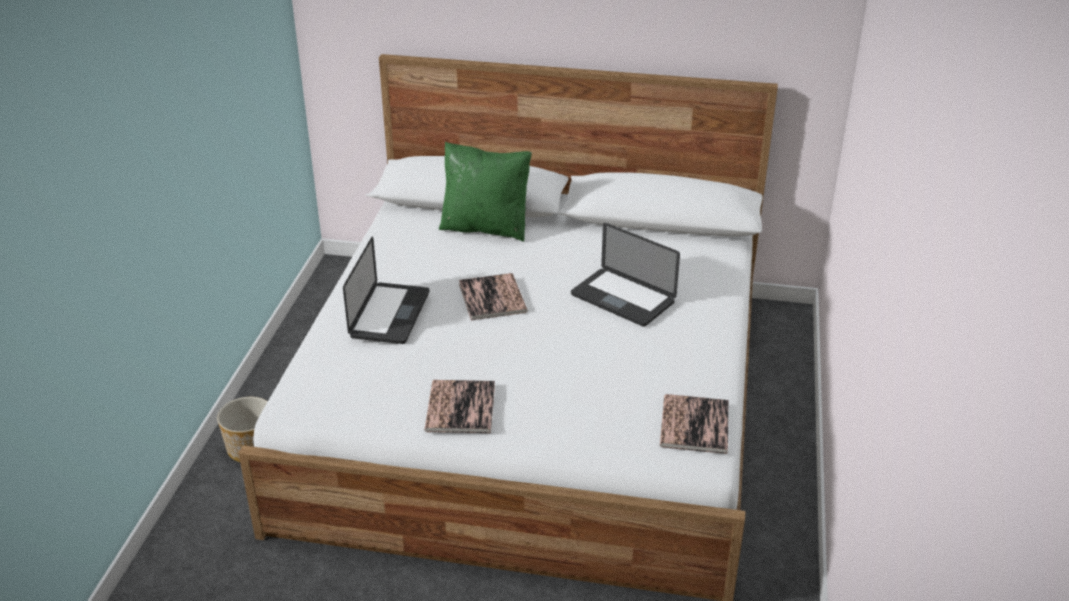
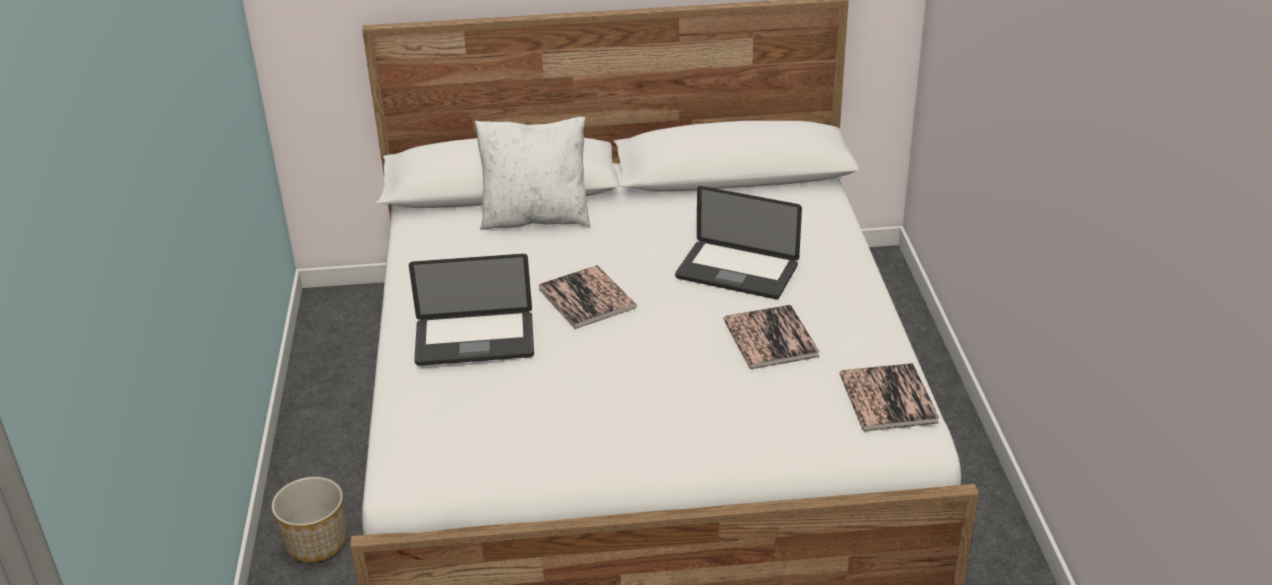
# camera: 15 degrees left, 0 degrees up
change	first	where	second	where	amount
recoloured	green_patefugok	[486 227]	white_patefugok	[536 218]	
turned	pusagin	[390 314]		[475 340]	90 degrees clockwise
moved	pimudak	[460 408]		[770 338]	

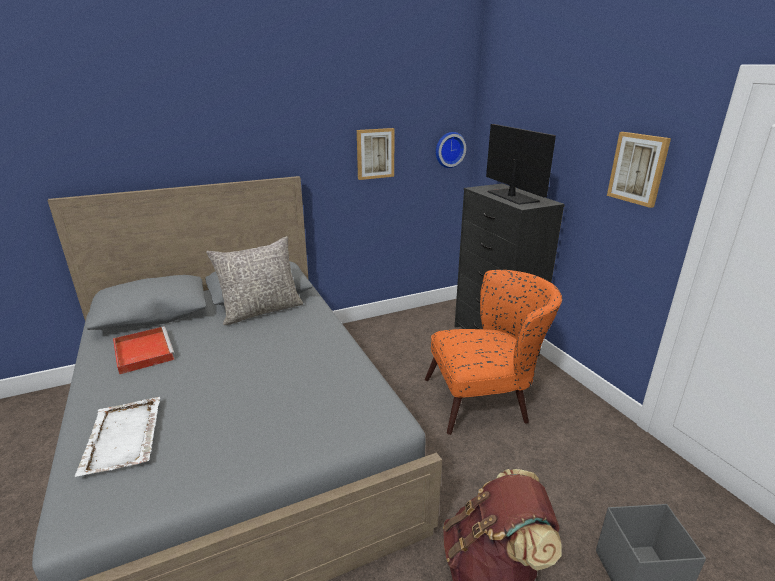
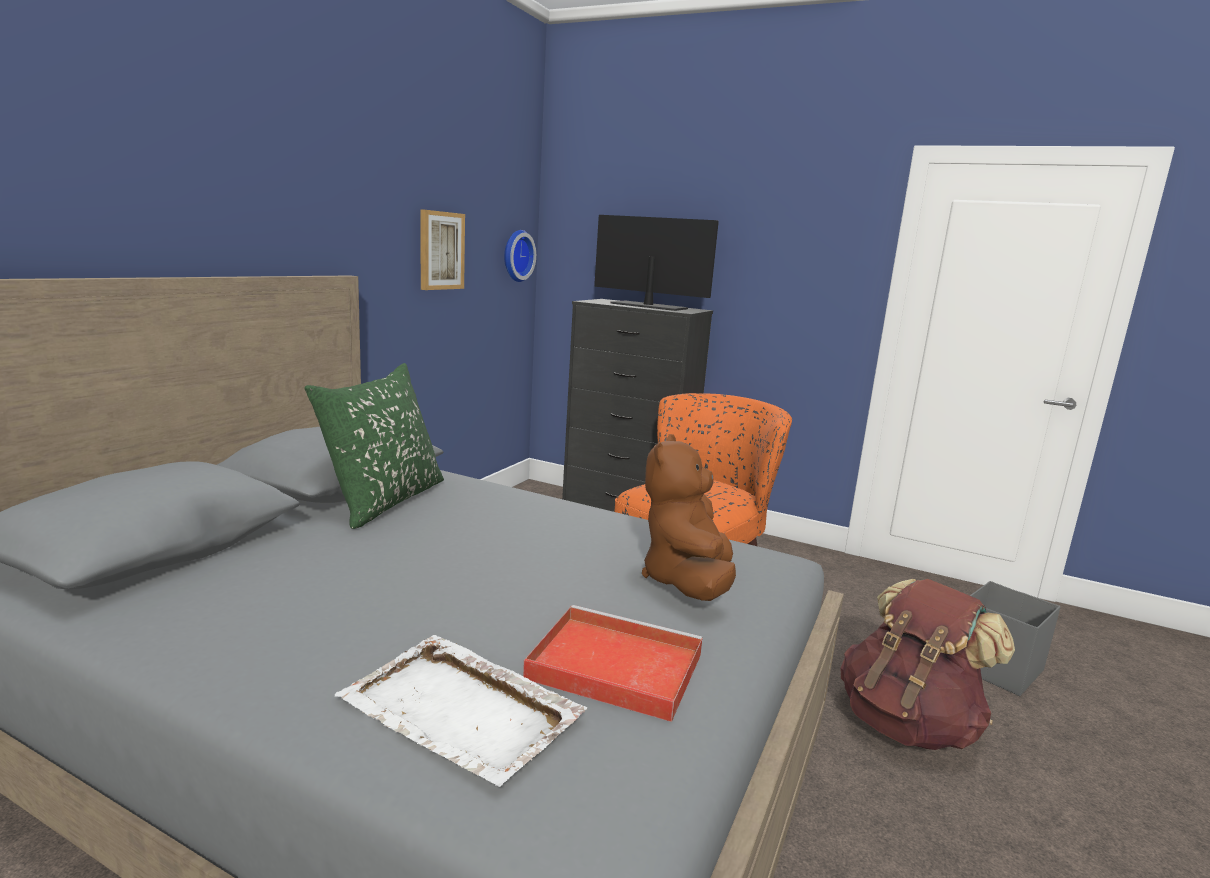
# camera: 40 degrees left, 10 degrees down
change	first	where	second	where	amount
removed	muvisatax	[638 168]			
recoloured	grey_patefugok	[261 311]	green_patefugok	[384 501]	
moved	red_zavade	[143 351]		[612 666]	
added			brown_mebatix	[687 582]	

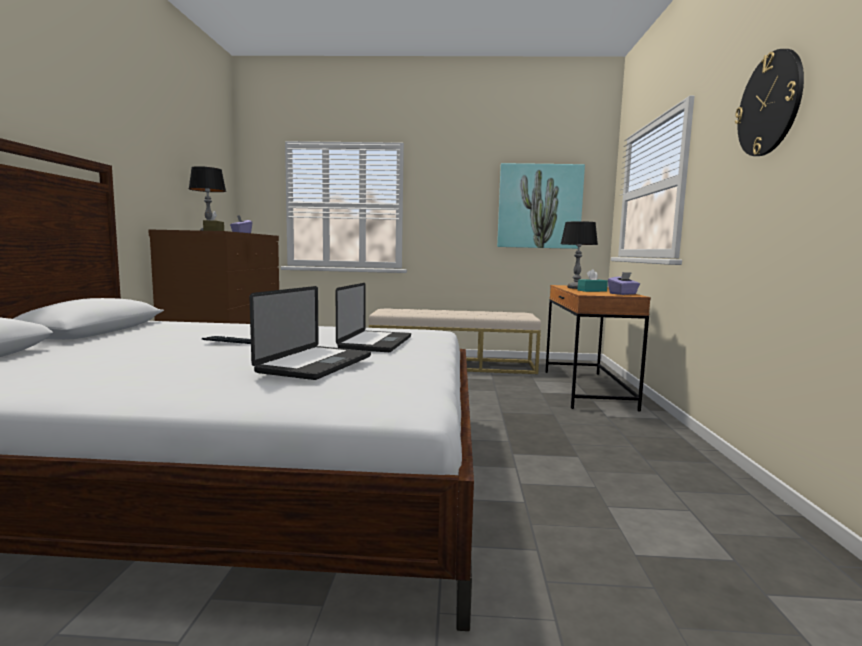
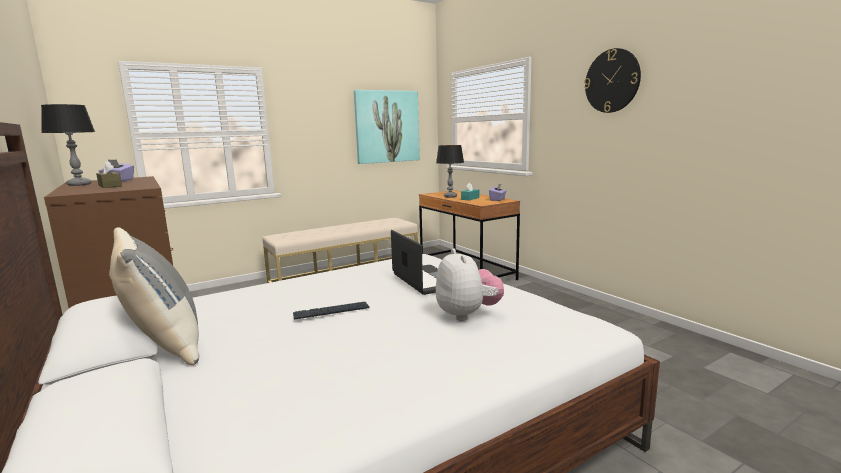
# camera: 35 degrees left, 5 degrees up
change	first	where	second	where	amount
replaced	pusagin	[316 364]	mebatix	[467 314]	
added			grey_patefugok	[163 345]	

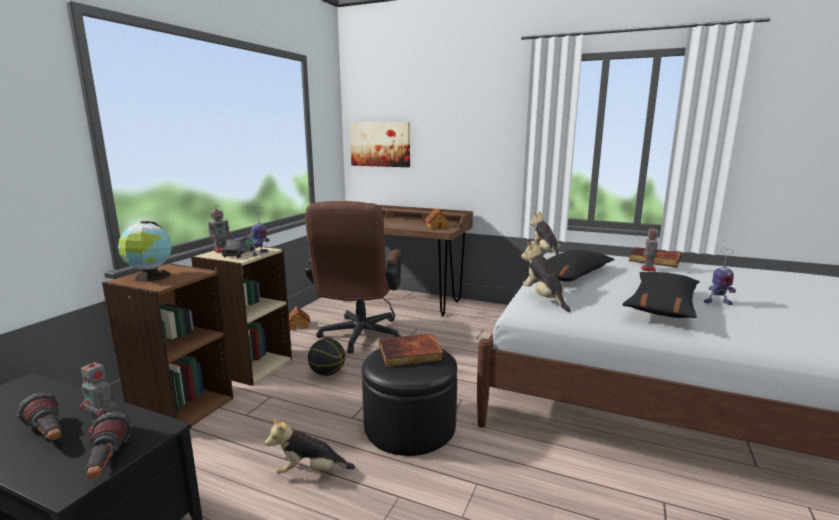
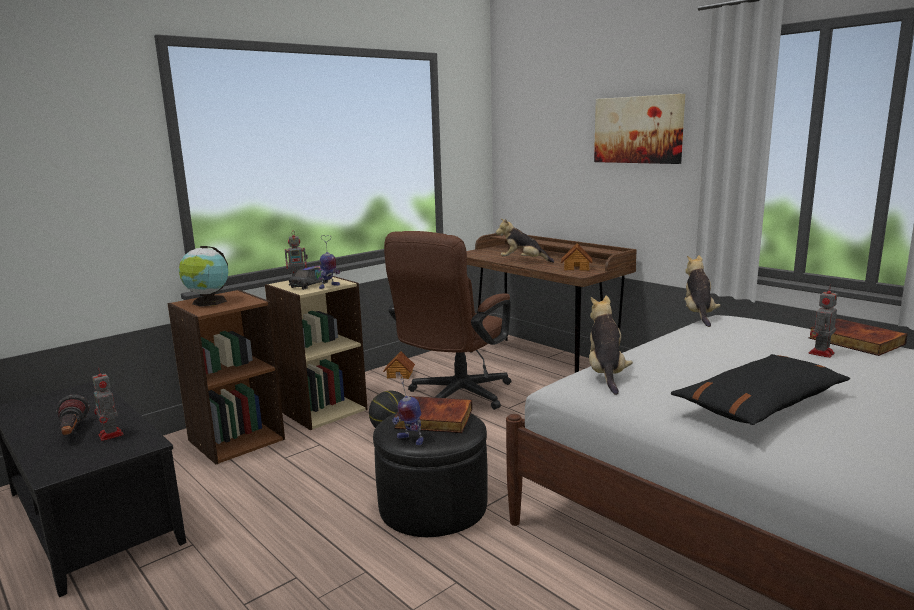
# camera: 25 degrees right, 0 degrees up
change	first	where	second	where	amount
moved	muvisatax	[380 144]		[638 130]	
moved	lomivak	[717 303]		[410 439]	
removed	black_patefugok	[571 275]			
removed	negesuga	[107 464]			
moved	mebatix	[310 472]		[523 261]	

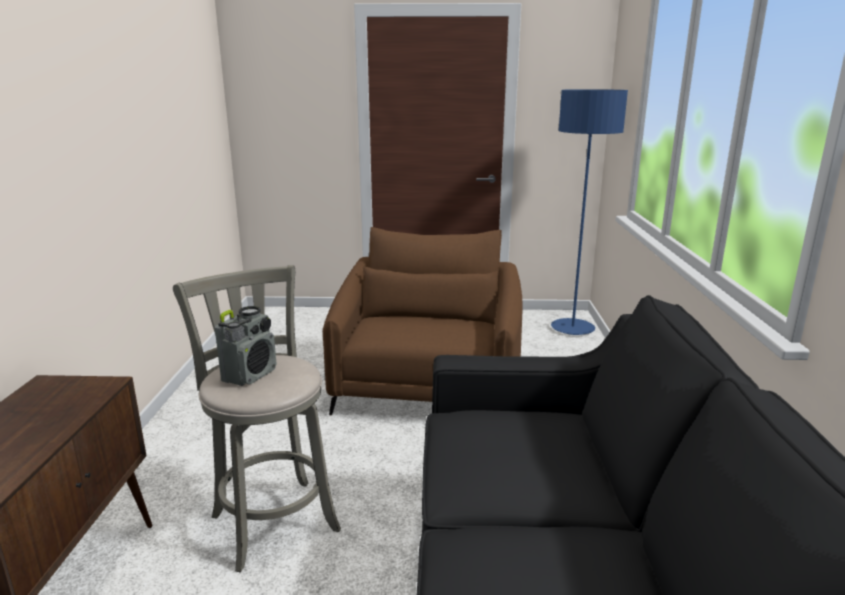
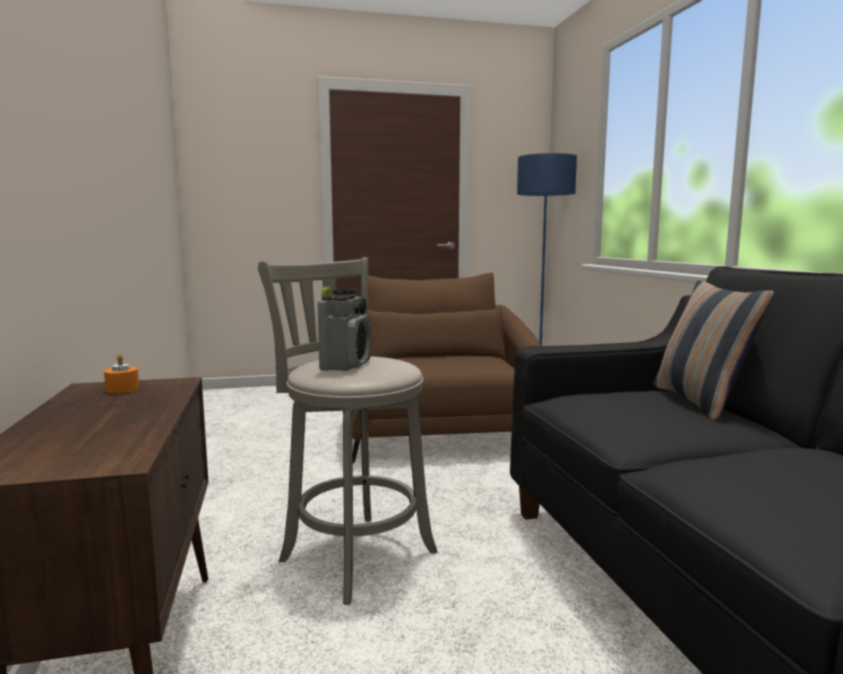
# camera: 15 degrees left, 10 degrees down
change	first	where	second	where	amount
added			patefugok	[700 402]	
added			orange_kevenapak	[122 389]	

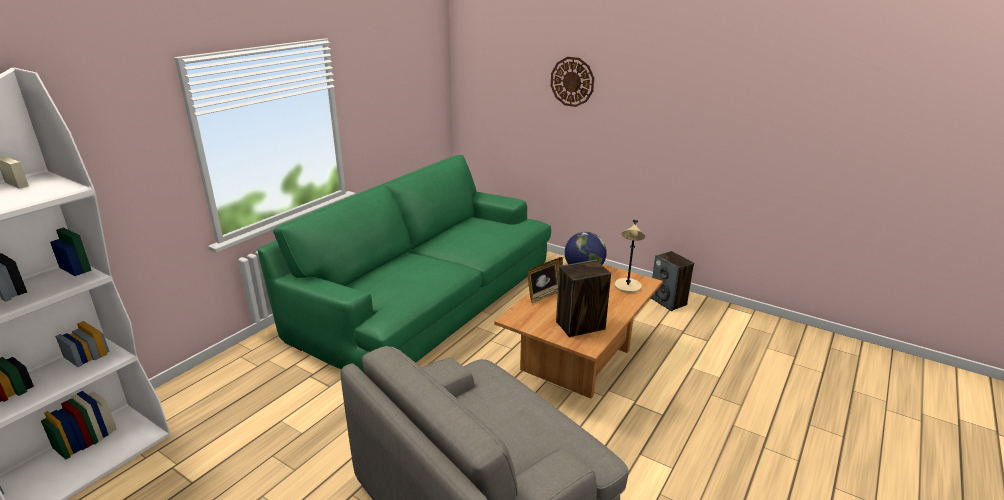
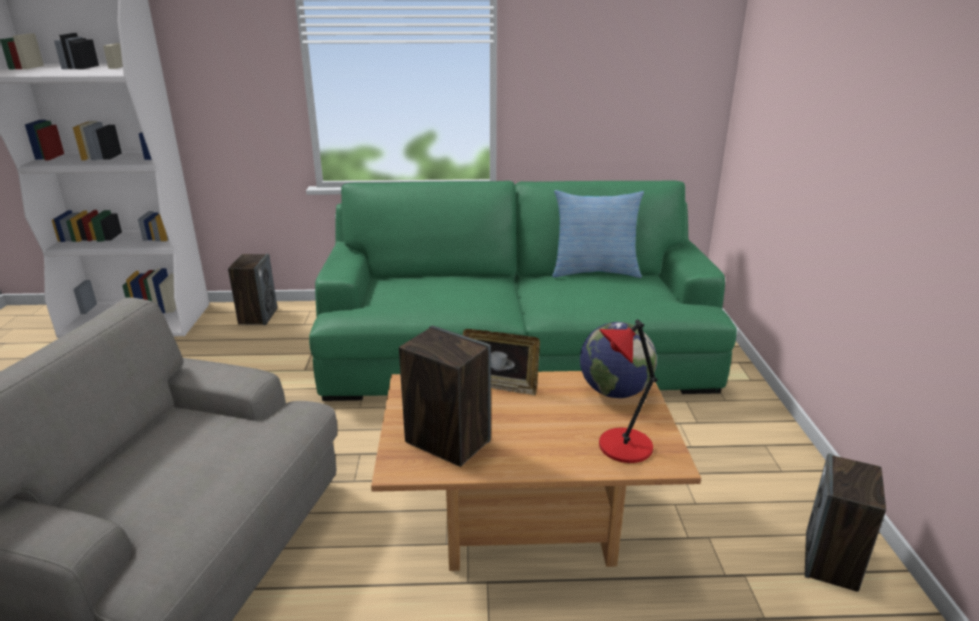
# camera: 55 degrees right, 0 degrees up
change	first	where	second	where	amount
removed	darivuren	[572 81]			
recoloured	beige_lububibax	[627 287]	red_lububibax	[622 447]	
added			patefugok	[594 271]	
added			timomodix	[258 316]	

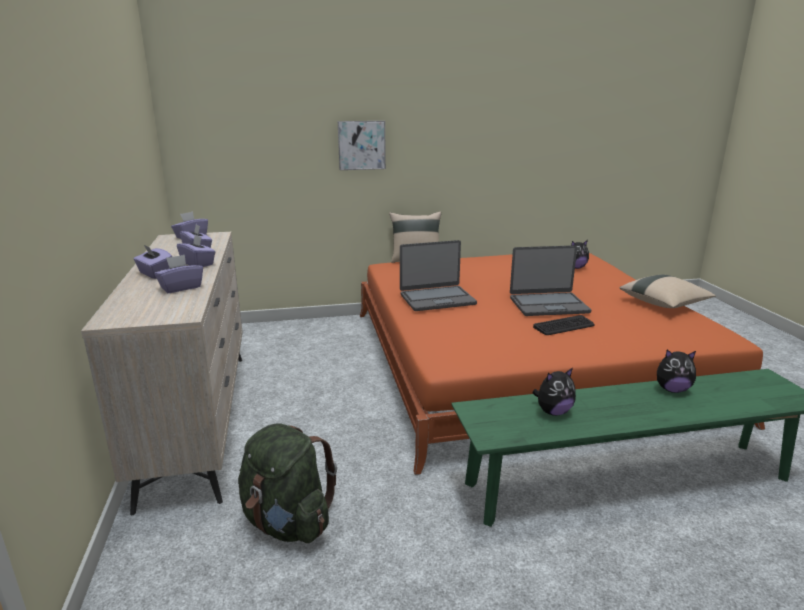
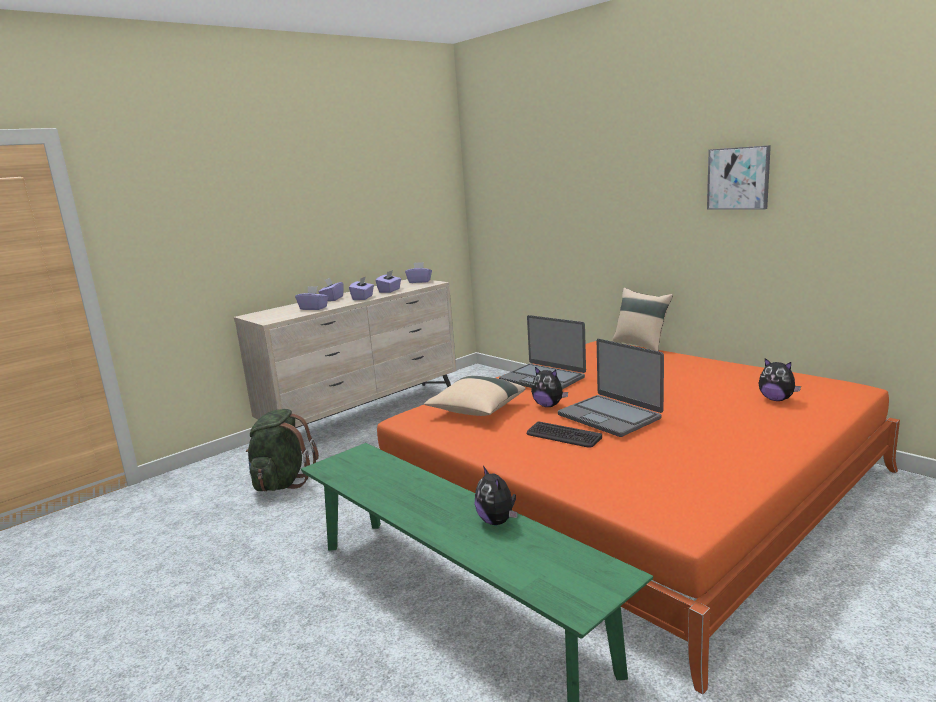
# camera: 60 degrees right, 5 degrees down
change	first	where	second	where	amount
moved	muvisatax	[361 145]		[738 178]	
moved	beige_patefugok	[664 304]		[476 411]	
moved	mebatix	[553 412]		[548 405]	

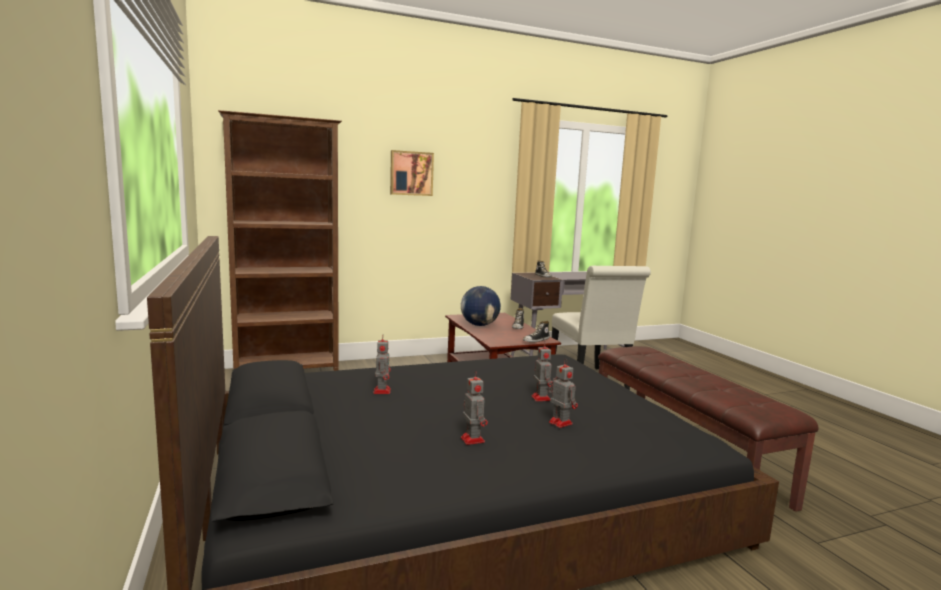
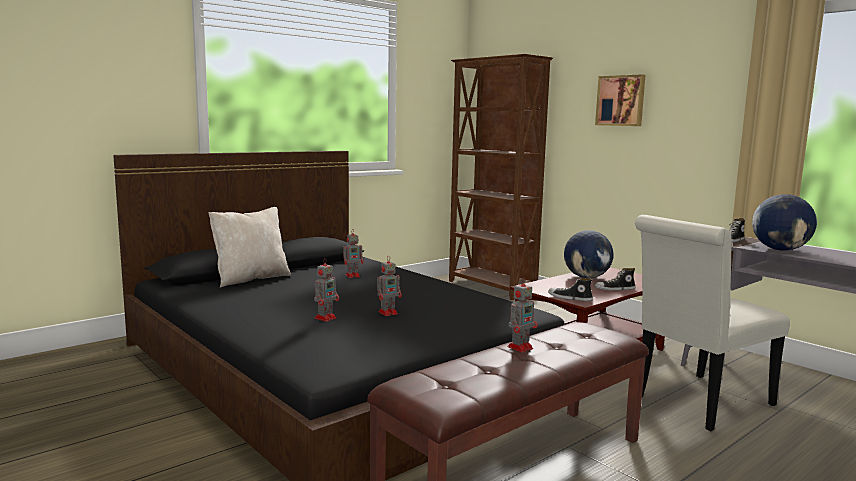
# camera: 70 degrees right, 0 degrees up
change	first	where	second	where	amount
moved	lomivak	[472 439]		[521 347]	
added			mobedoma	[780 250]	
added			beige_patefugok	[250 279]	

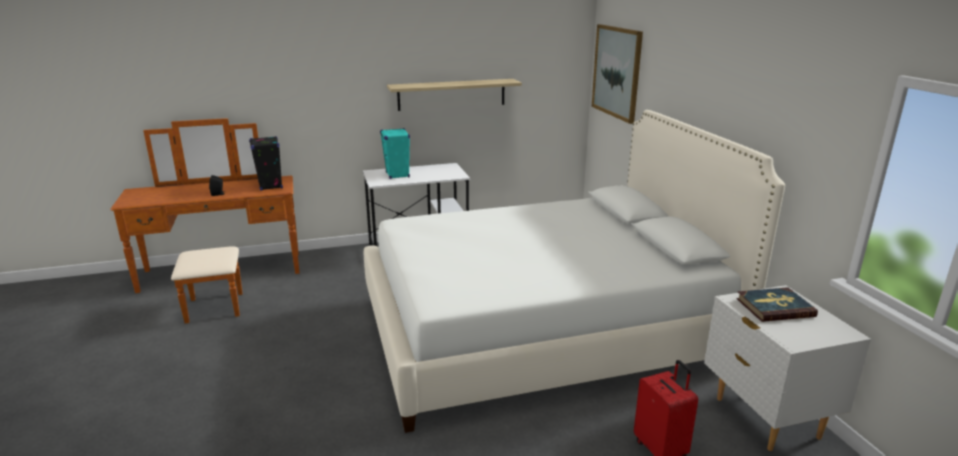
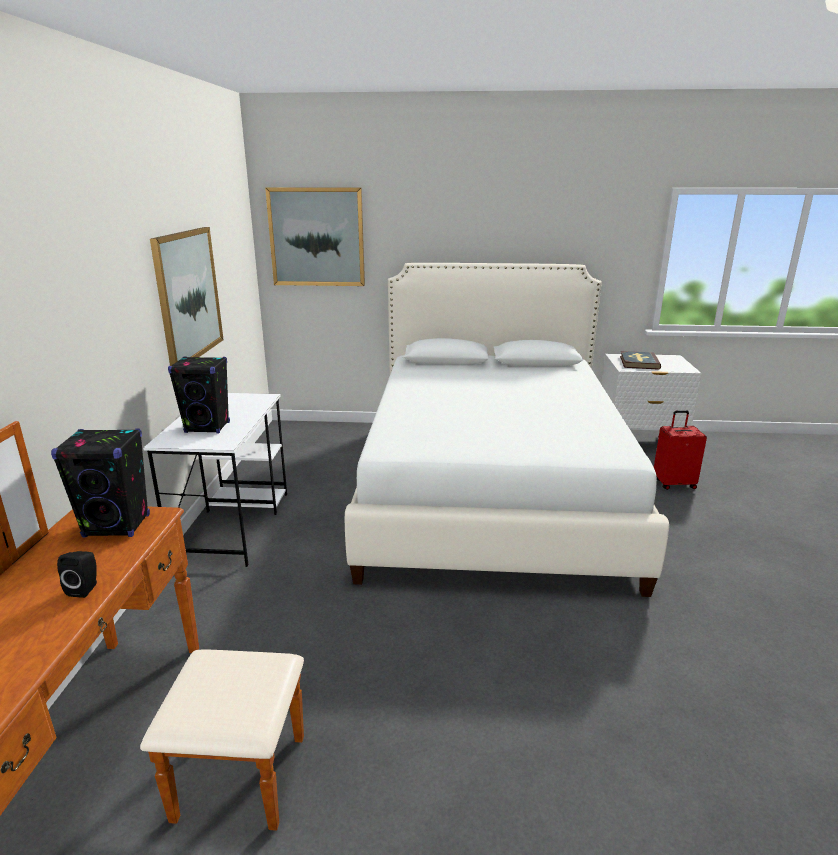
# camera: 70 degrees left, 0 degrees up
change	first	where	second	where	amount
replaced	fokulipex	[451 94]	muvisatax	[188 295]	
recoloured	turquoise_timomodix	[397 175]	black_timomodix	[208 427]	

